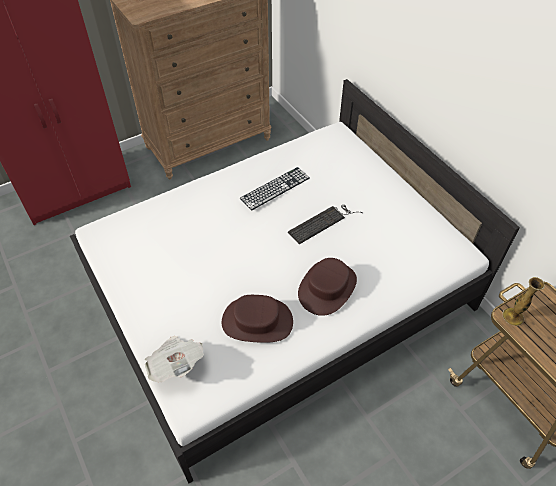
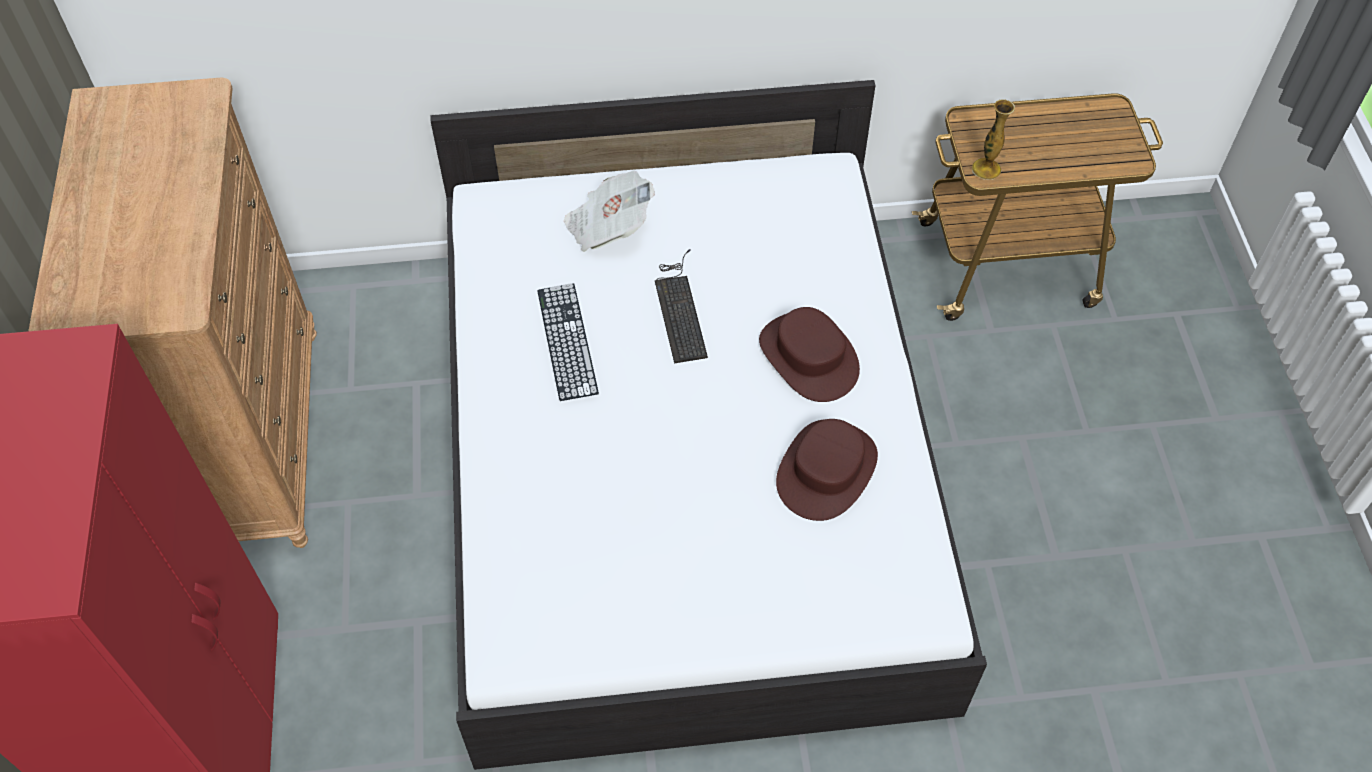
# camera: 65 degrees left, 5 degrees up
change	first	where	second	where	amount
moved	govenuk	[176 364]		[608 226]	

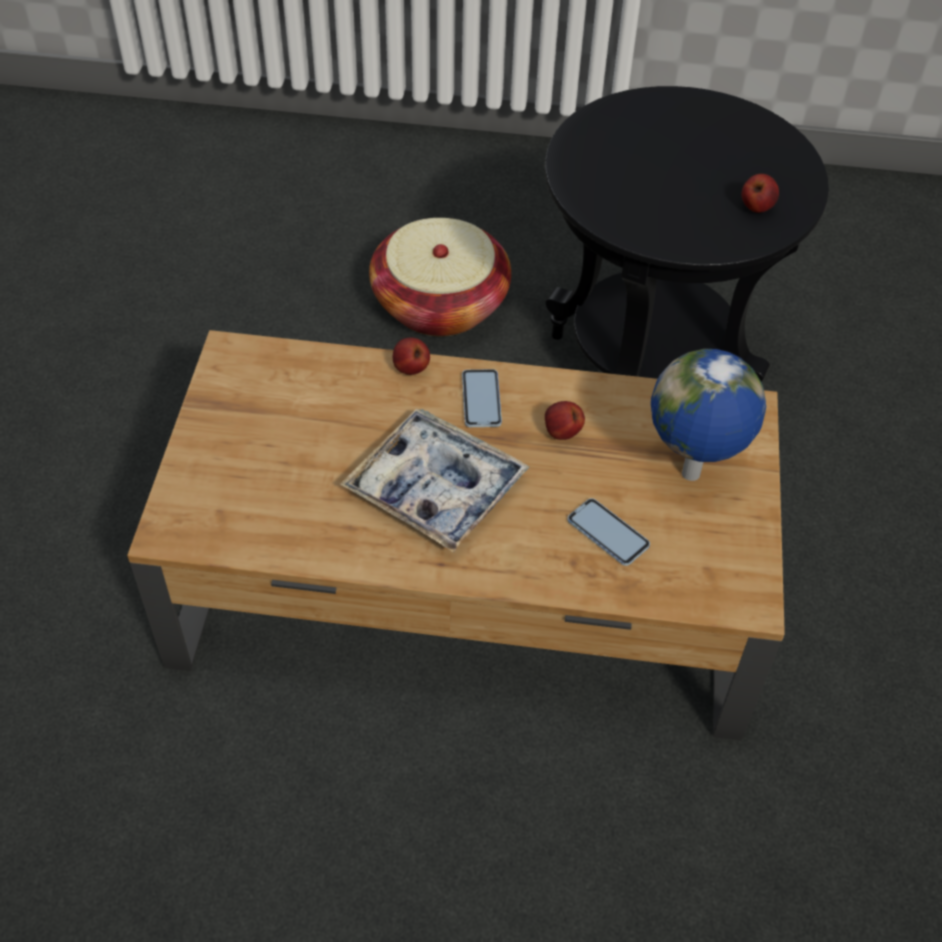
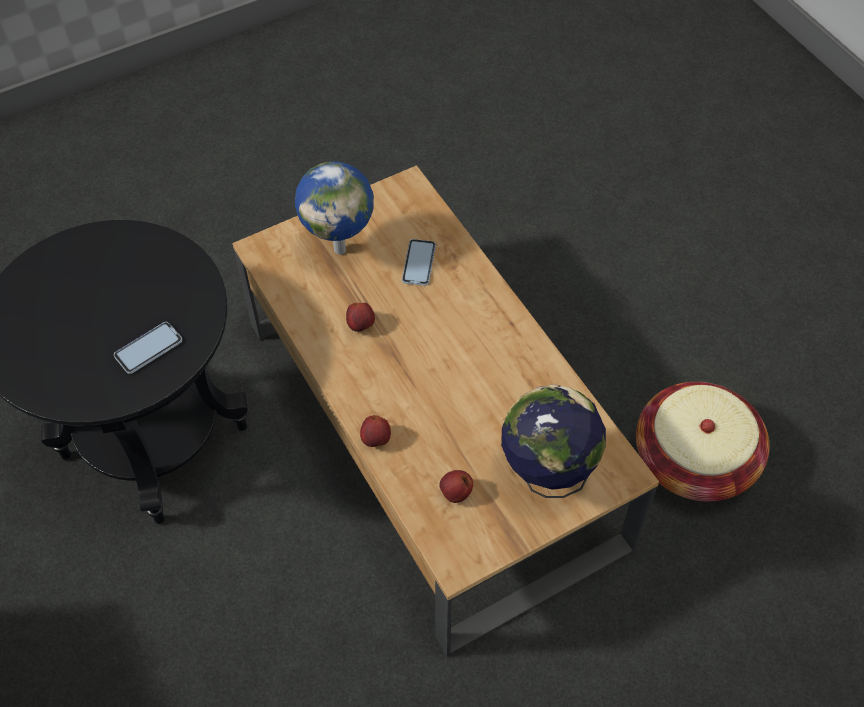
# camera: 125 degrees left, 5 degrees up
change	first	where	second	where	amount
moved	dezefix	[756 207]		[455 493]	
moved	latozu	[440 304]		[694 459]	
moved	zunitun	[481 399]		[148 348]	
removed	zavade	[435 488]			
added			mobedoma	[546 474]	

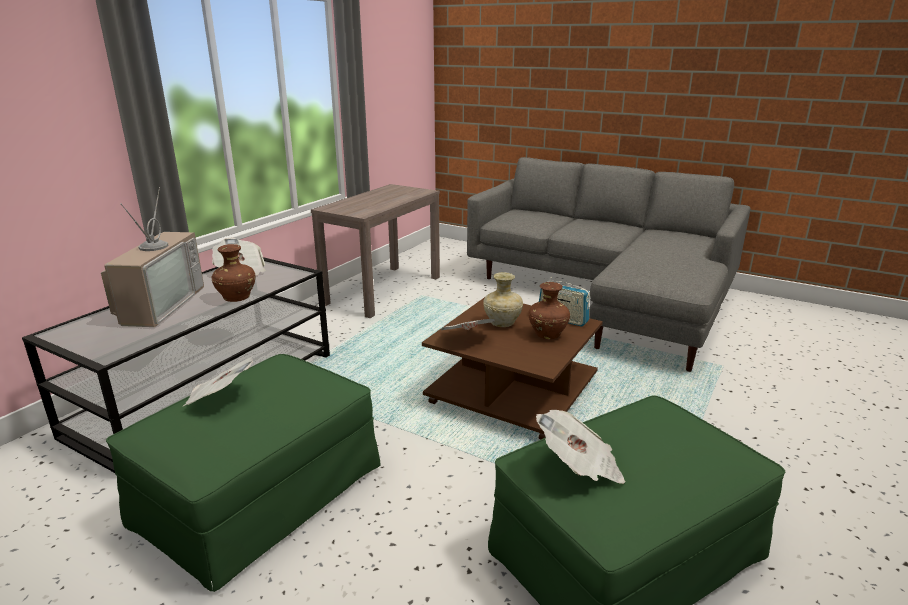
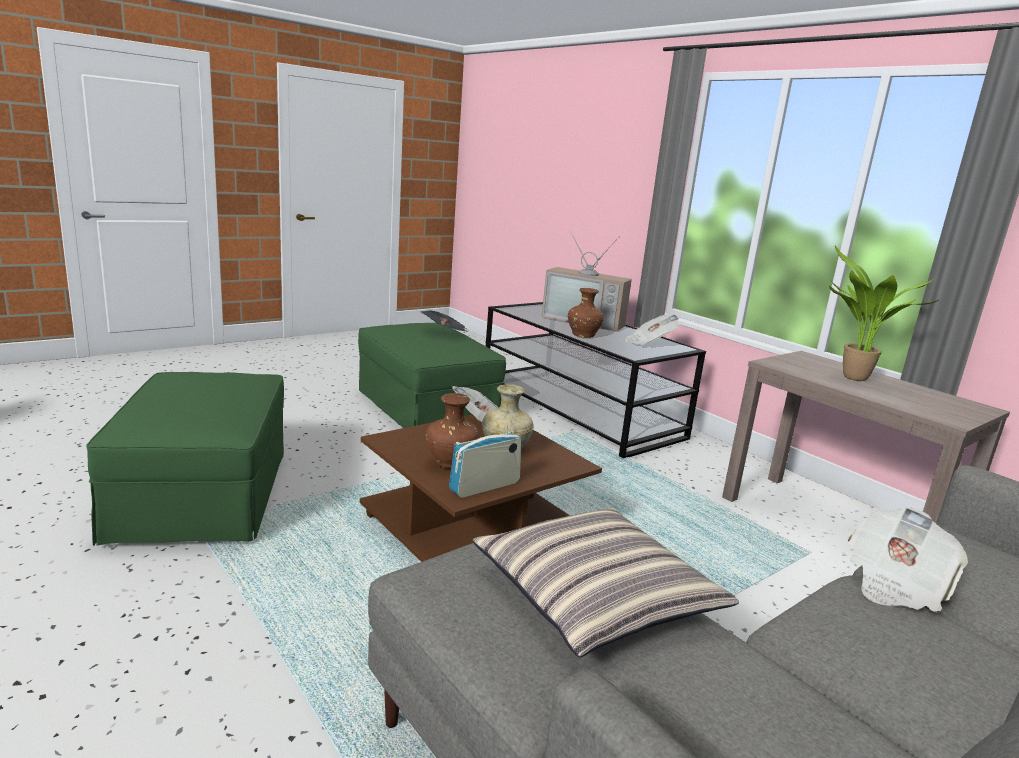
# camera: 110 degrees right, 5 degrees down
change	first	where	second	where	amount
moved	govenuk	[579 466]		[895 583]	
added			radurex	[852 378]	
added			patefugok	[595 596]	

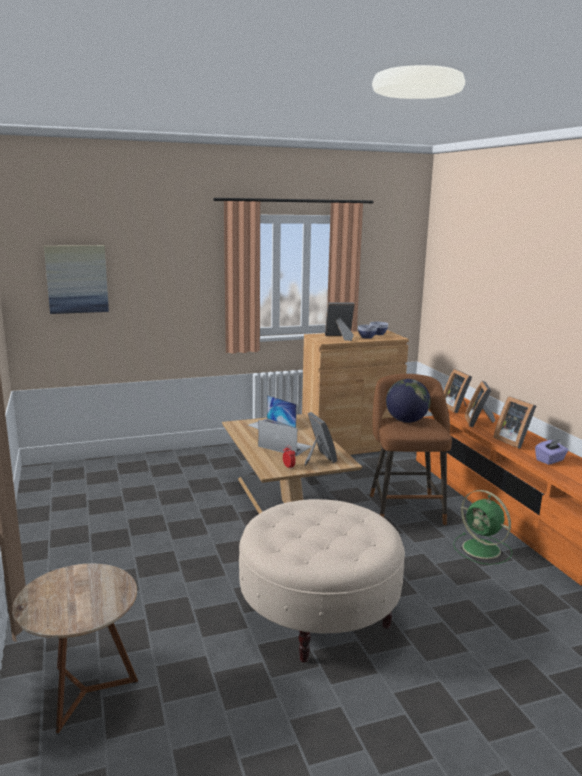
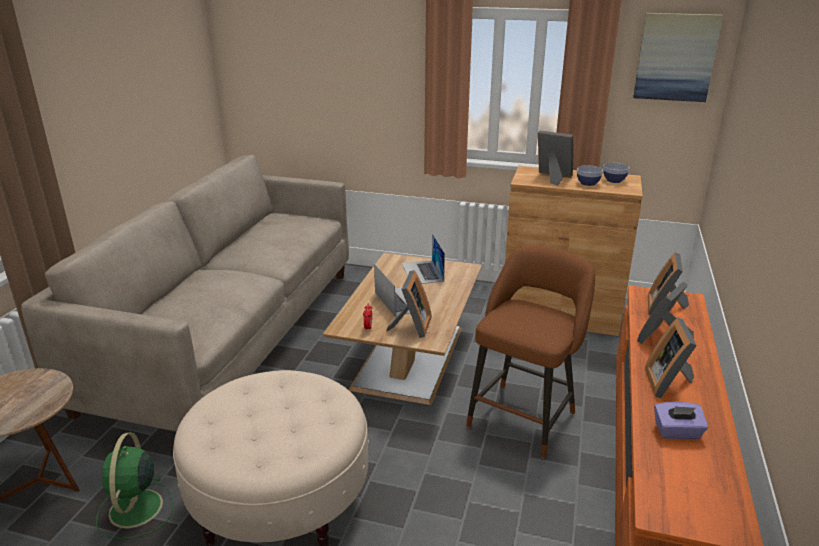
# camera: 35 degrees right, 10 degrees up
change	first	where	second	where	amount
moved	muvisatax	[77 279]		[676 57]	
removed	mobedoma	[406 421]			
moved	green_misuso	[483 549]		[135 510]	
added			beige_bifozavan	[230 335]	

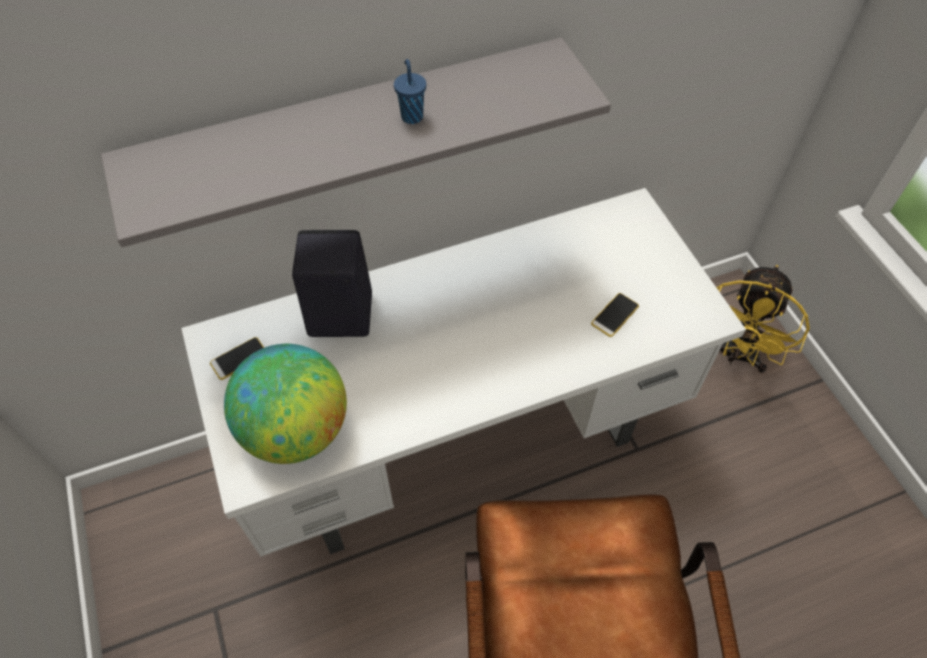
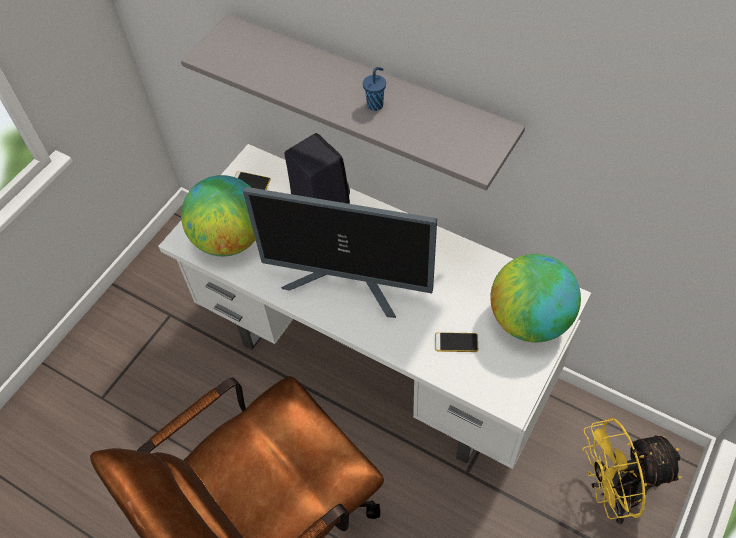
# camera: 55 degrees right, 0 degrees up
change	first	where	second	where	amount
added			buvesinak	[349 283]	
added			mobedoma	[529 320]	

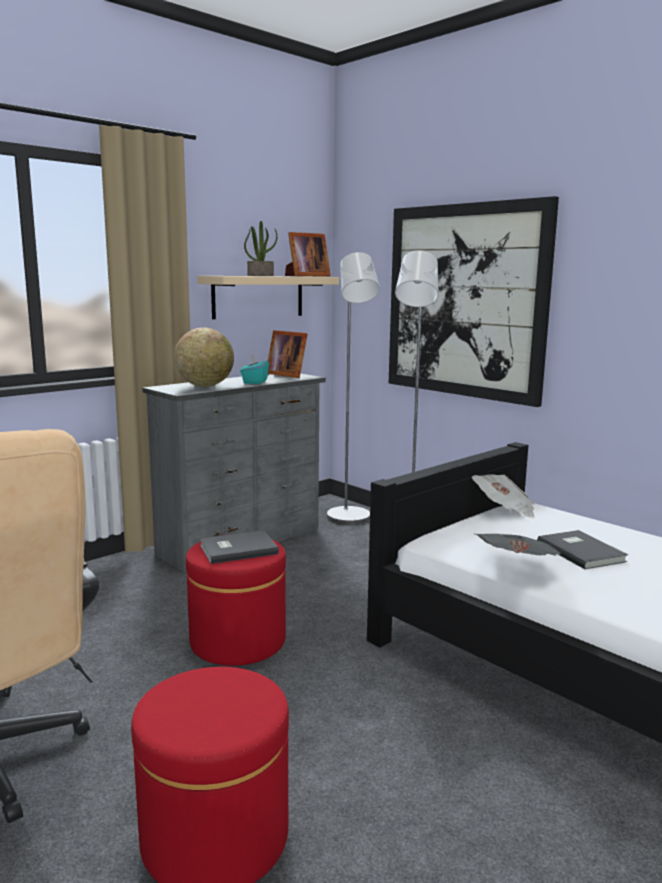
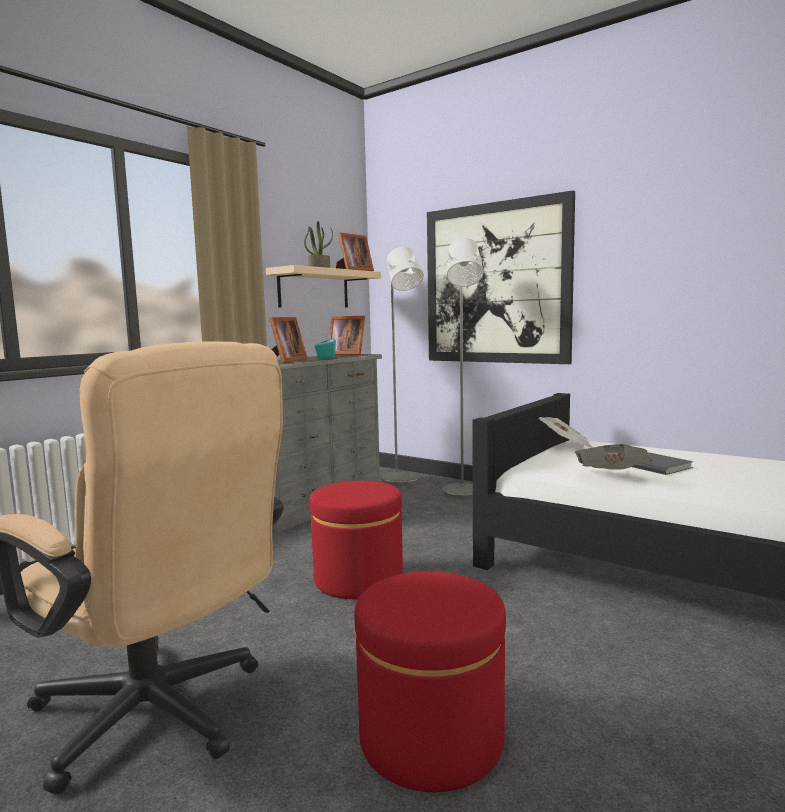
# camera: 10 degrees left, 5 degrees down
change	first	where	second	where	amount
replaced	mobedoma	[205 386]	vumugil	[285 361]	
removed	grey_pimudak	[237 549]			

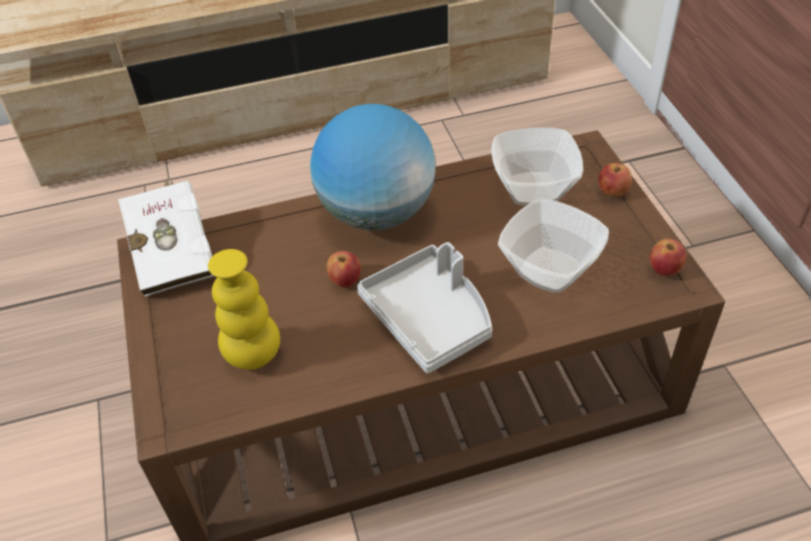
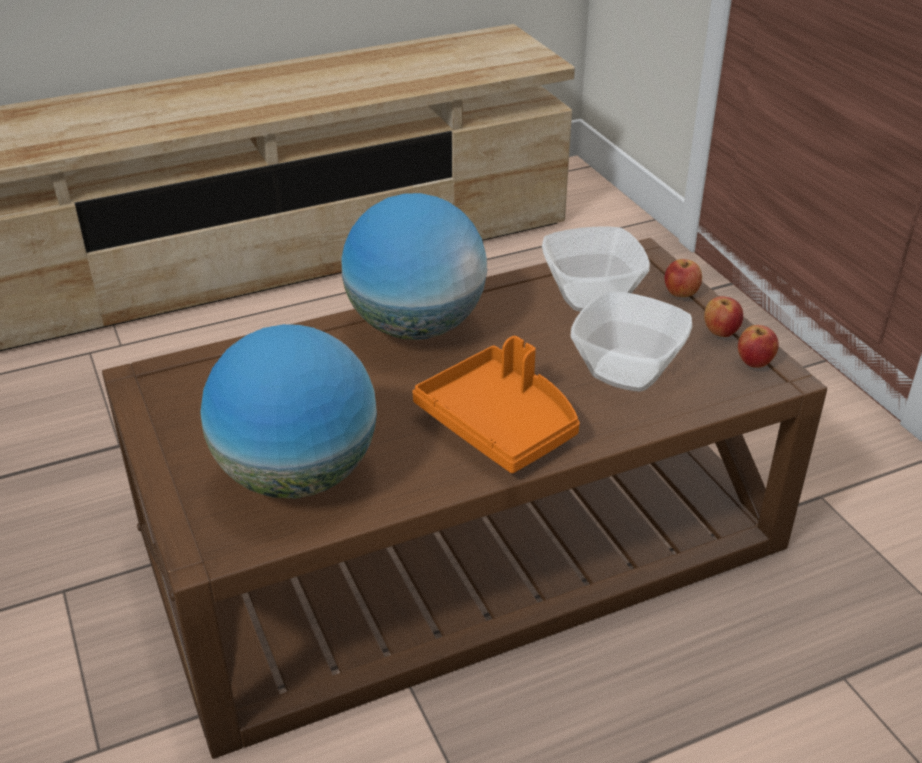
# camera: 10 degrees left, 10 degrees down
change	first	where	second	where	amount
removed	white_pimudak	[175 254]			
recoloured	grey_zavade	[430 318]	orange_zavade	[500 424]	
replaced	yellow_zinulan	[253 355]	mobedoma	[296 475]	
moved	dezefix	[345 280]		[720 332]	

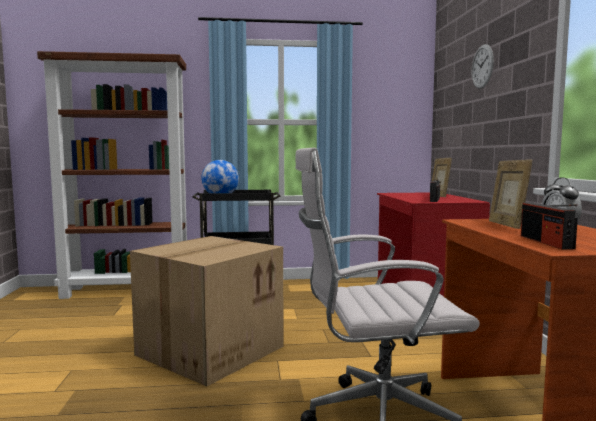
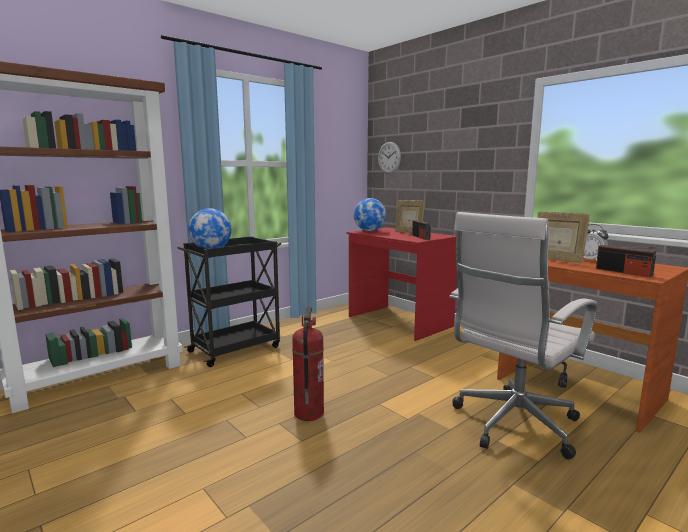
# camera: 35 degrees left, 5 degrees up
change	first	where	second	where	amount
moved	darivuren	[482 66]		[389 157]	
replaced	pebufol	[210 349]	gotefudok	[309 413]	
added			mobedoma	[369 231]	

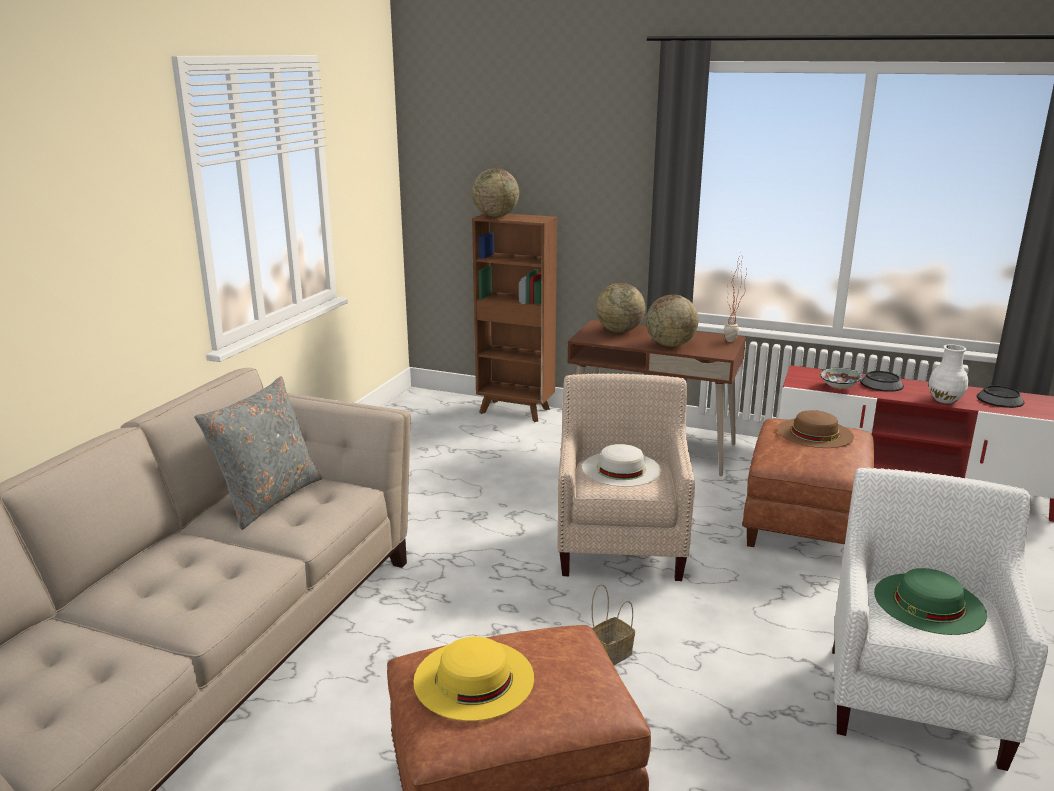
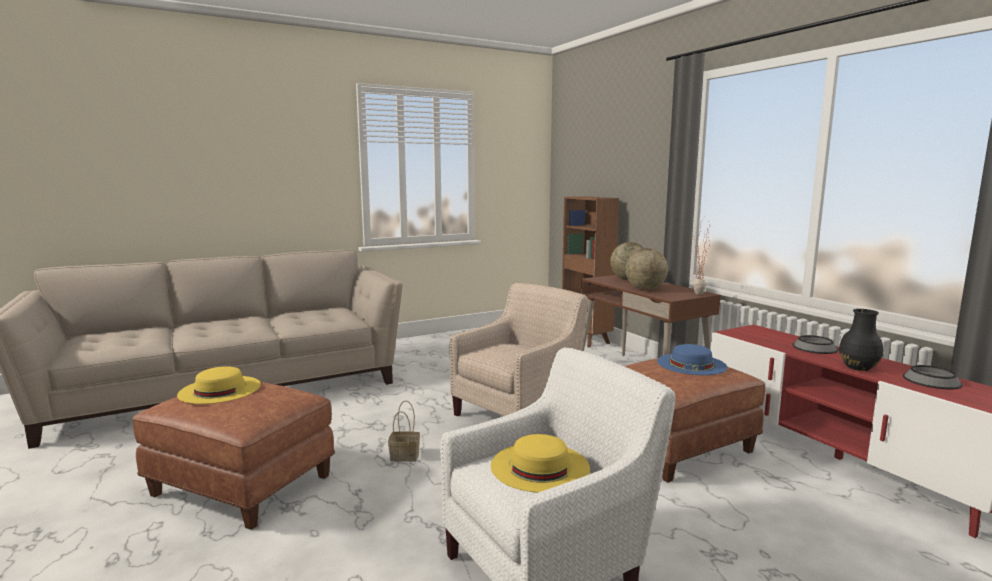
# camera: 40 degrees right, 10 degrees down
change	first	where	second	where	amount
removed	mobedoma	[495 216]			
recoloured	white_zinulan	[945 400]	black_zinulan	[858 368]	
removed	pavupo	[840 388]			
removed	grey_patefugok	[268 498]			
recoloured	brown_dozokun	[815 433]	blue_dozokun	[691 364]	
removed	white_dozokun	[621 469]			
recoloured	green_dozokun	[929 603]	yellow_dozokun	[539 466]	

